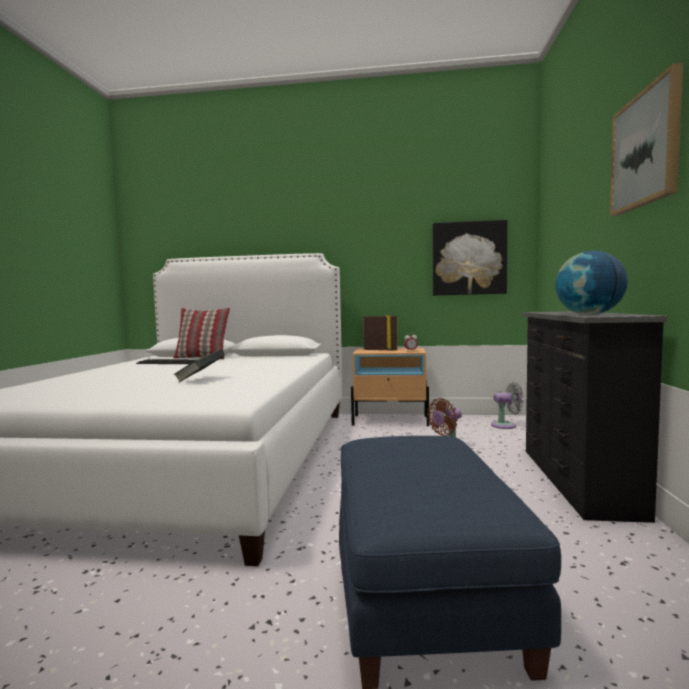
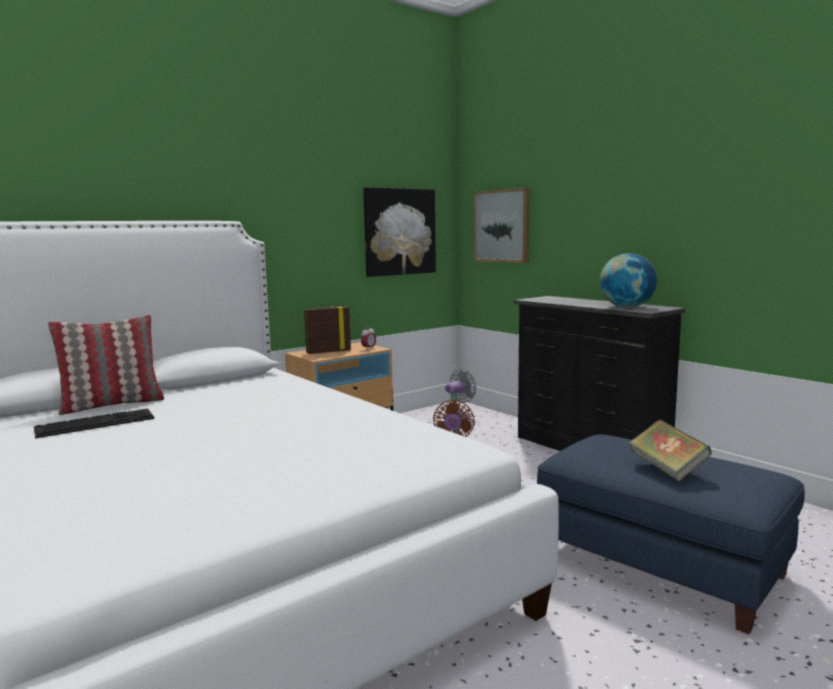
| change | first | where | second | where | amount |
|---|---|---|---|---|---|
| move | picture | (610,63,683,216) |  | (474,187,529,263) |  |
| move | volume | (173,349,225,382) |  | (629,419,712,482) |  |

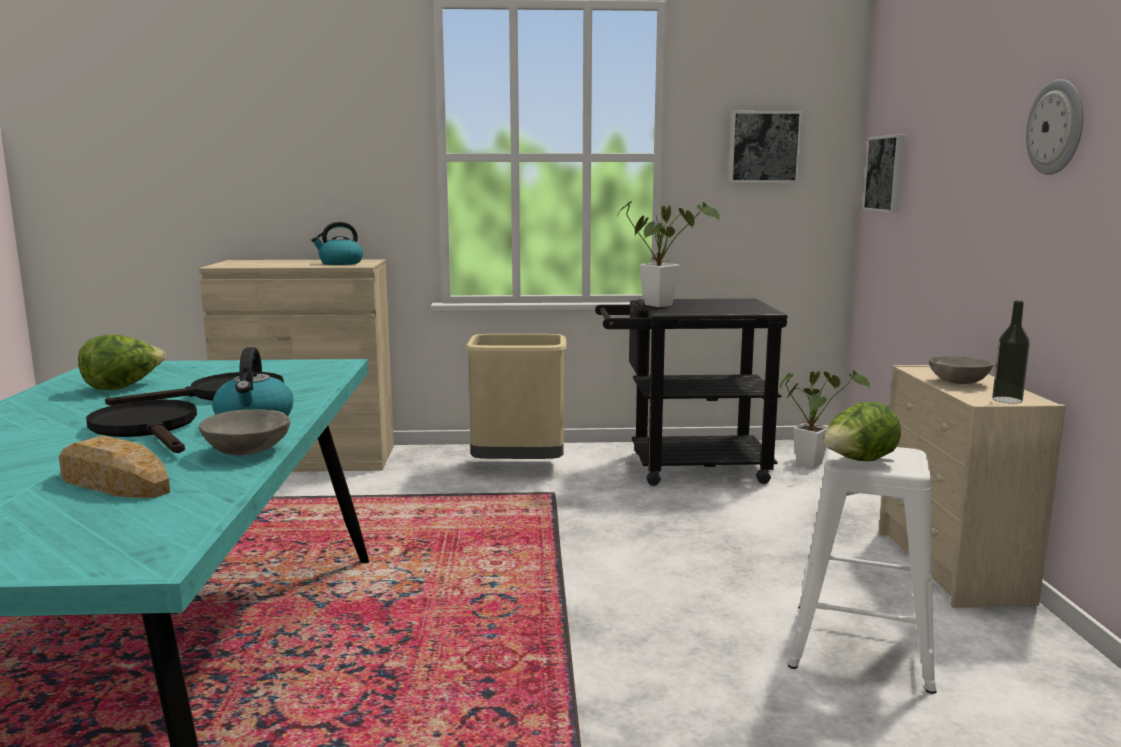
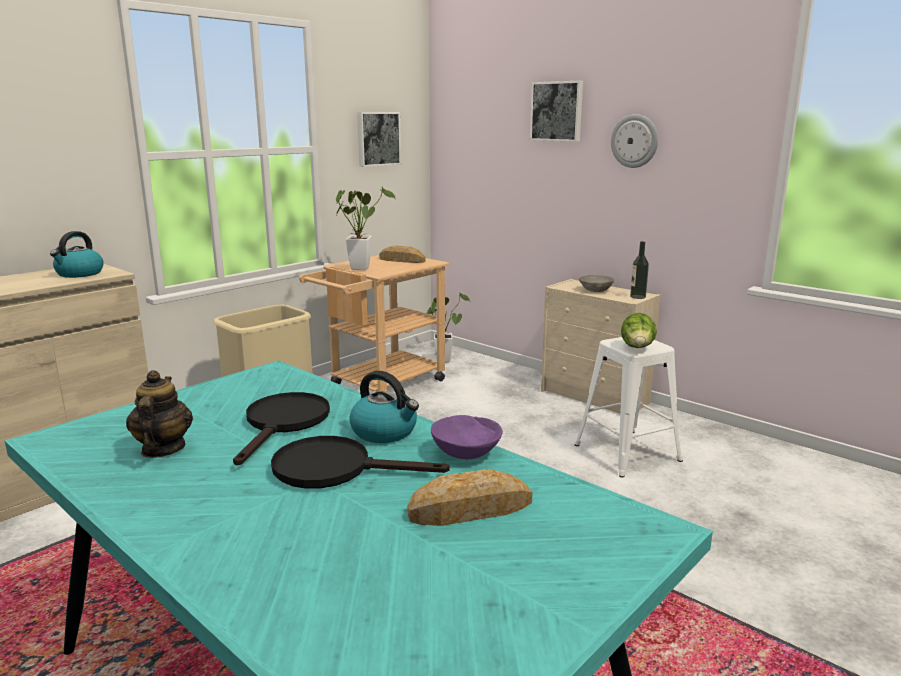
| change | first | where | second | where | amount |
|---|---|---|---|---|---|
| replace | head of lettuce | (78,335,165,390) | pot for tea | (126,370,193,458) |  |
| recolor | wheeled cart in black | (595,299,787,486) | wheeled cart in beige | (299,255,449,392) |  |
| insert |  |  | baked bread | (379,245,426,263) |  |
| recolor | deep dish in greyish | (199,409,290,455) | deep dish in purple-coloured | (431,415,503,459) |  |
| move | picture | (862,134,907,213) |  | (530,81,583,142) |  |

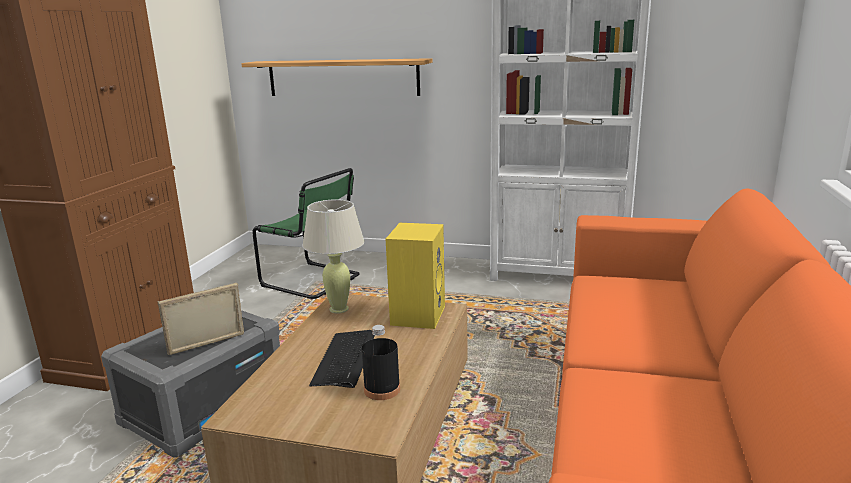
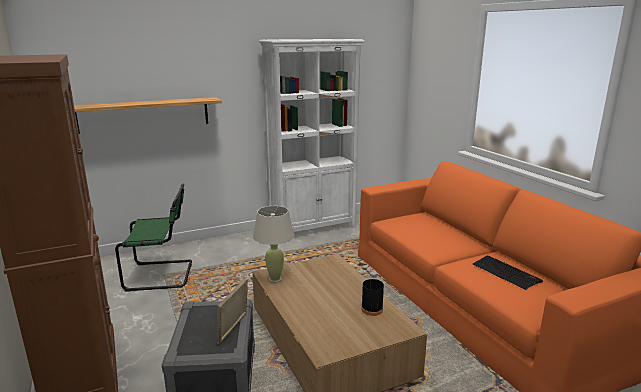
| change | first | where | second | where | amount |
|---|---|---|---|---|---|
| move | PC keyboard | (309,330,375,388) |  | (473,256,543,290) |  |
| delete | loudspeaker in yellowish | (386,223,445,329) |  |  |  |

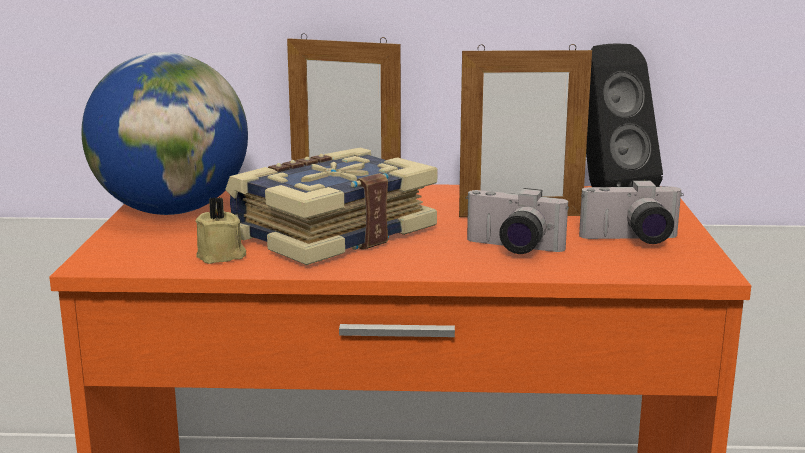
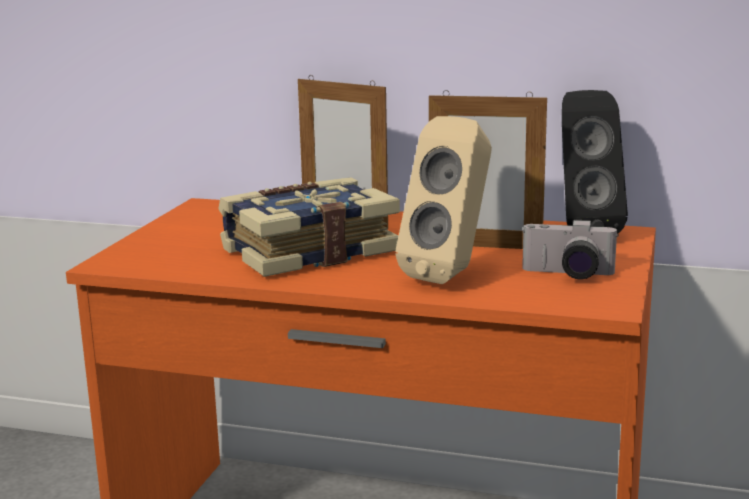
| change | first | where | second | where | amount |
|---|---|---|---|---|---|
| replace | still camera | (466,188,569,254) | loudspeaker in beige | (395,116,492,284) |  |
| delete | desk globe | (82,52,248,215) |  |  |  |
| delete | wax light in beige | (195,197,246,264) |  |  |  |

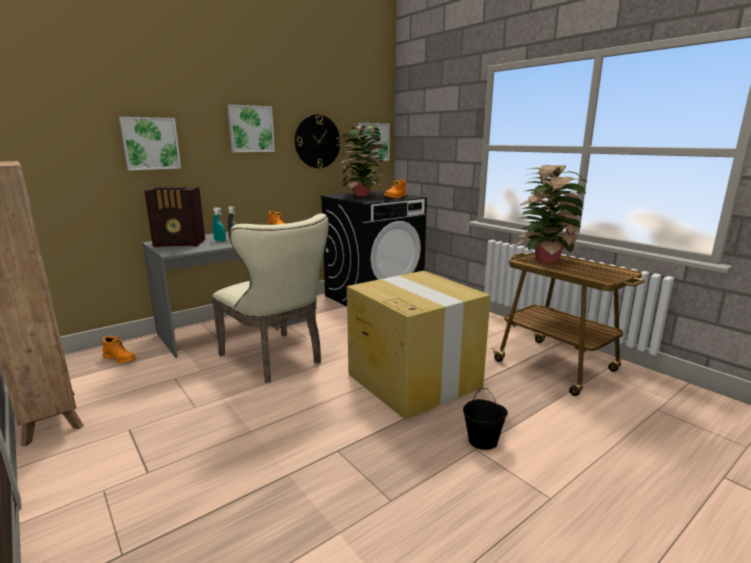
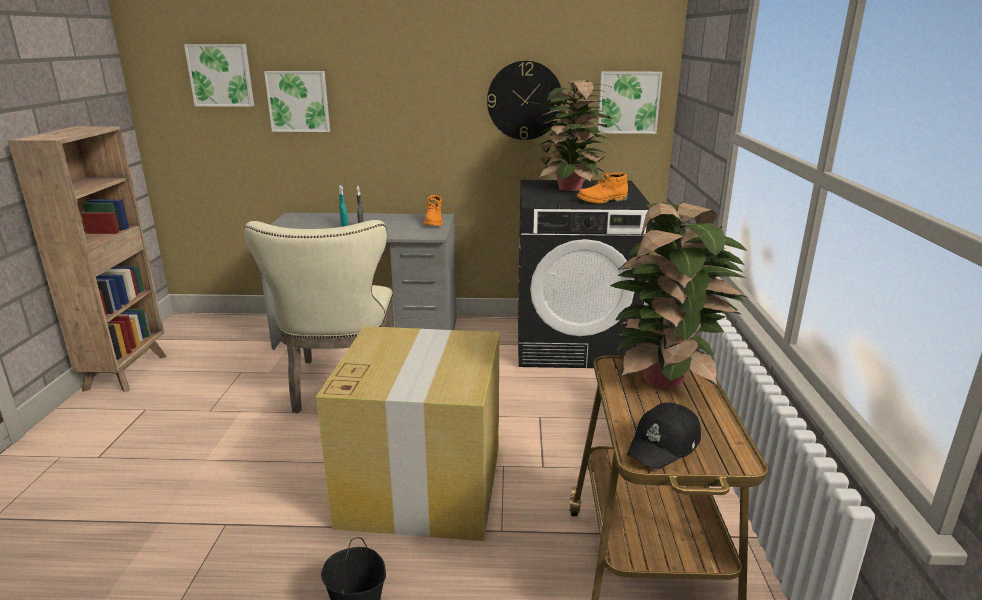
| change | first | where | second | where | amount |
|---|---|---|---|---|---|
| move | picture | (227,105,275,152) |  | (184,44,254,107) |  |
| insert |  |  | baseball cap in black | (627,402,701,470) |  |
| delete | boot in orange-coloured | (103,336,136,363) |  |  |  |
| delete | radio | (144,187,205,247) |  |  |  |

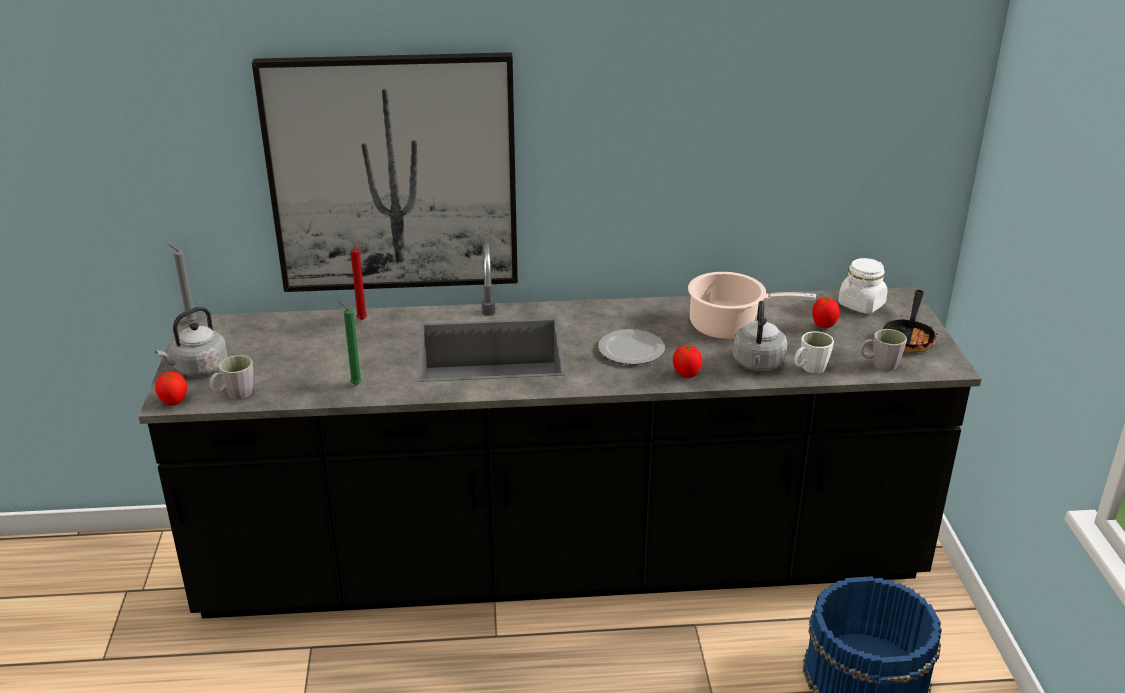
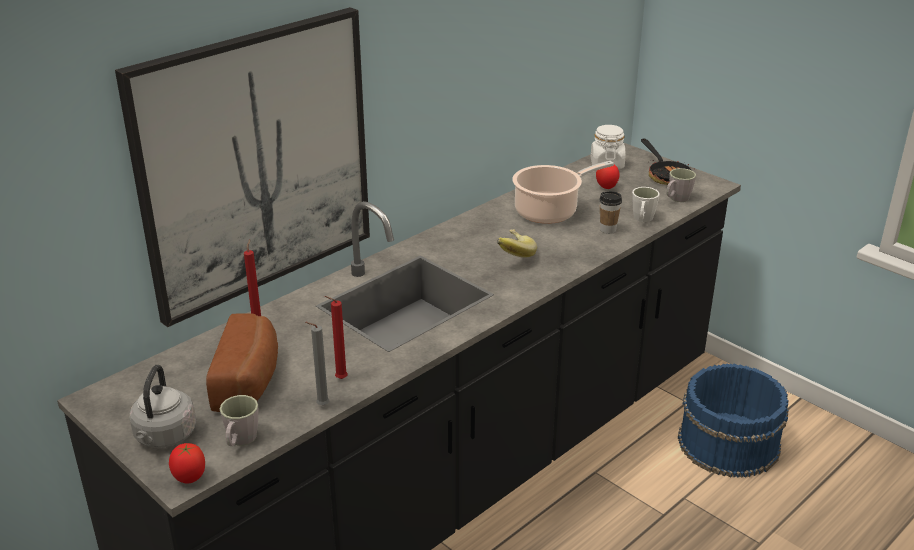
| change | first | where | second | where | amount |
|---|---|---|---|---|---|
| insert |  |  | baked bread | (206,313,278,412) |  |
| move | wax light in greyish | (168,244,196,322) |  | (305,322,329,406) |  |
| recolor | wax light in green-coloured | (339,301,362,385) | wax light in red-coloured | (325,296,348,379) |  |
| replace | dinner plate | (598,329,665,365) | whole banana | (497,229,537,258) |  |
| replace | kettle in greyish | (733,301,787,371) | cup | (599,191,622,234) |  |
| delete | tomato | (673,345,702,378) |  |  |  |

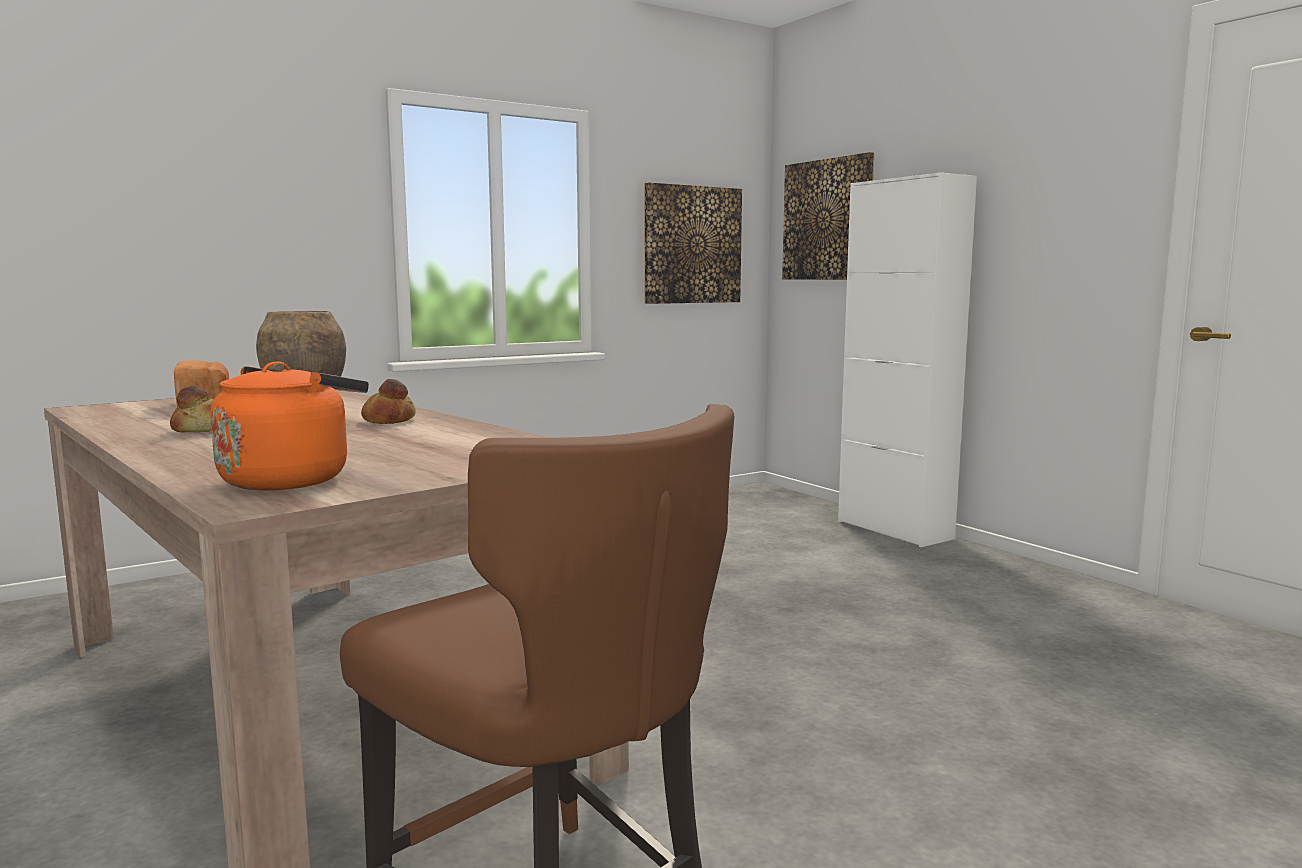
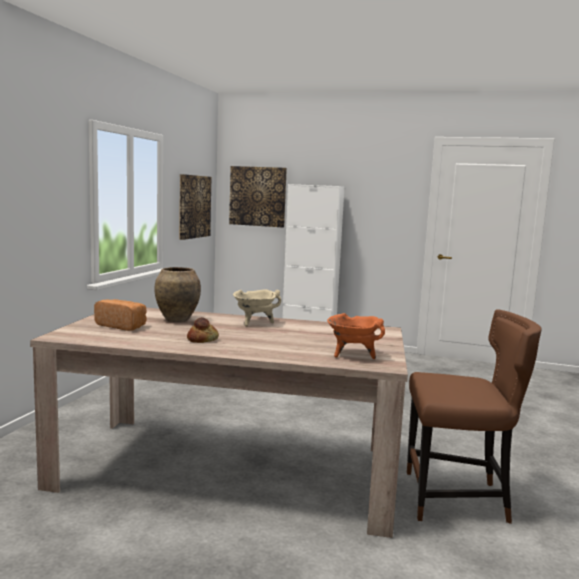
| change | first | where | second | where | amount |
|---|---|---|---|---|---|
| replace | baked bread | (361,379,415,424) | cooking pot in beige | (233,289,281,326) |  |
| replace | kettle in orange-coloured | (210,361,369,490) | cooking pot in orange-coloured | (327,313,385,359) |  |

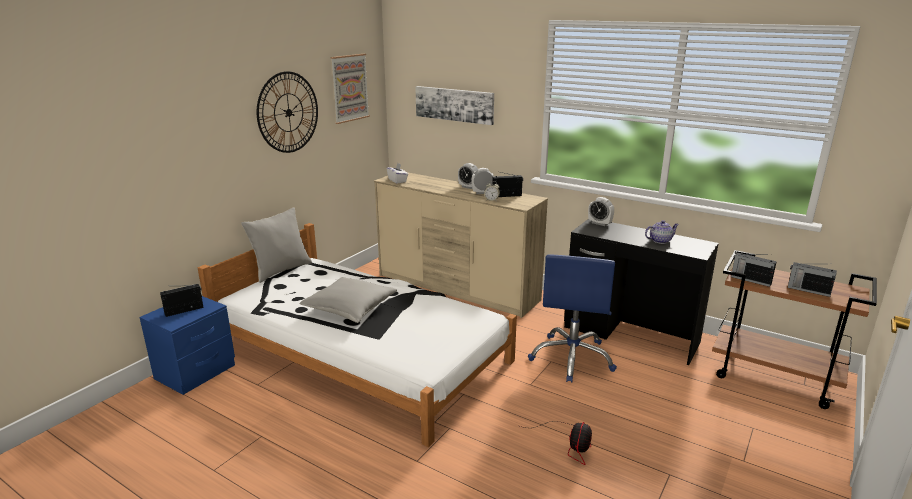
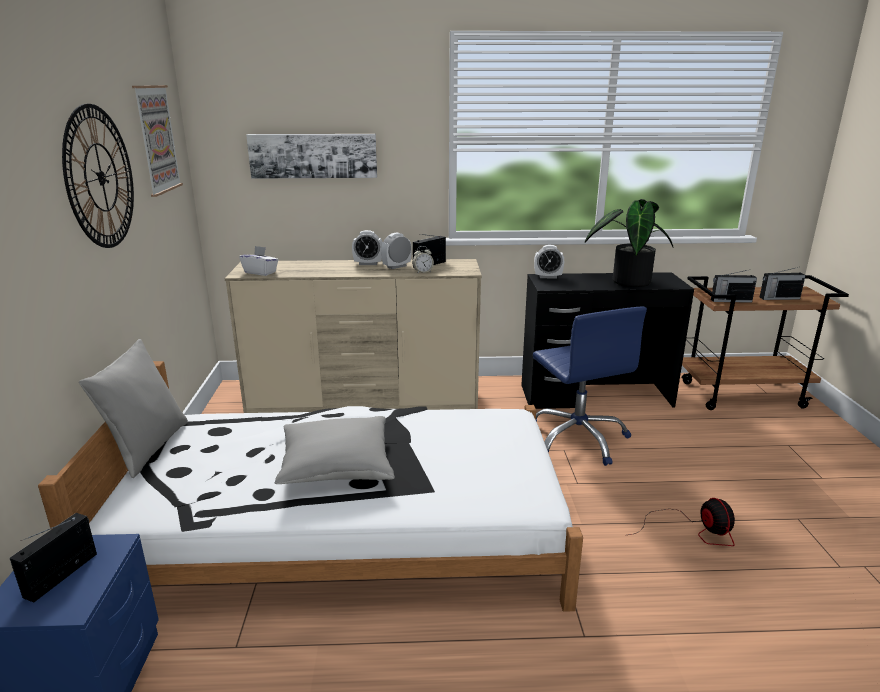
| change | first | where | second | where | amount |
|---|---|---|---|---|---|
| replace | pot for tea | (645,220,679,244) | plant in a pot | (585,199,673,287) |  |

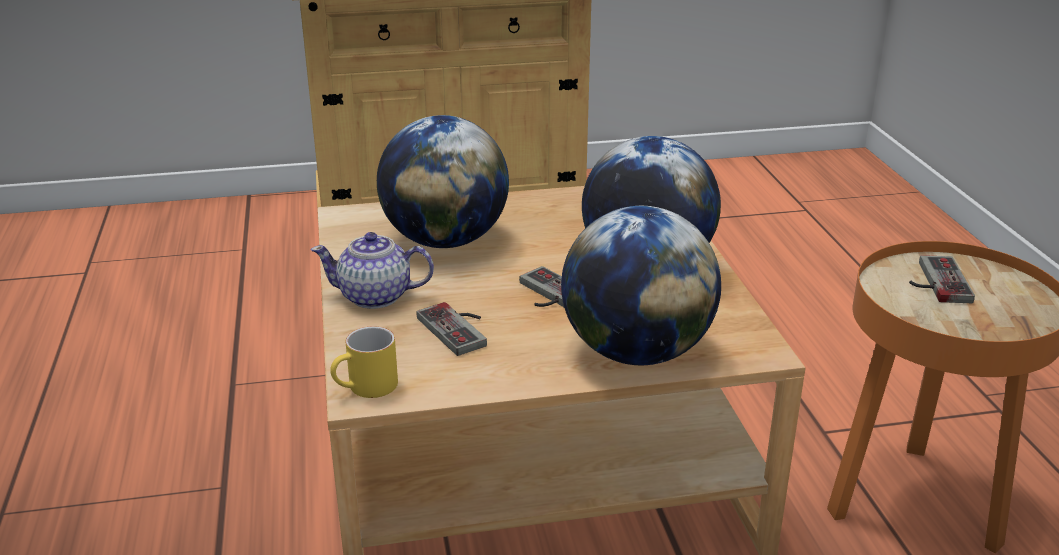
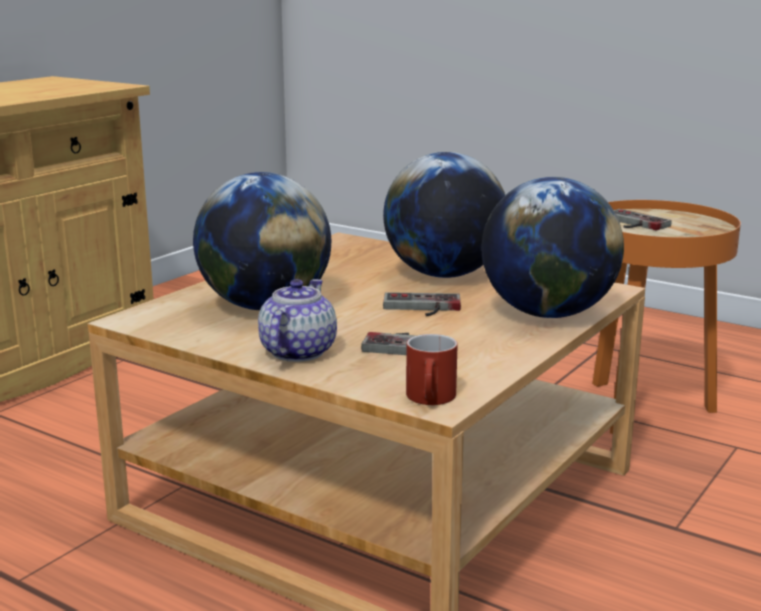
| change | first | where | second | where | amount |
|---|---|---|---|---|---|
| rotate | pot for tea | (311,232,434,309) |  | (258,279,337,362) | 150 degrees clockwise |
| recolor | mug in yellowish | (330,326,398,398) | mug in red-coloured | (406,334,458,405) |  |

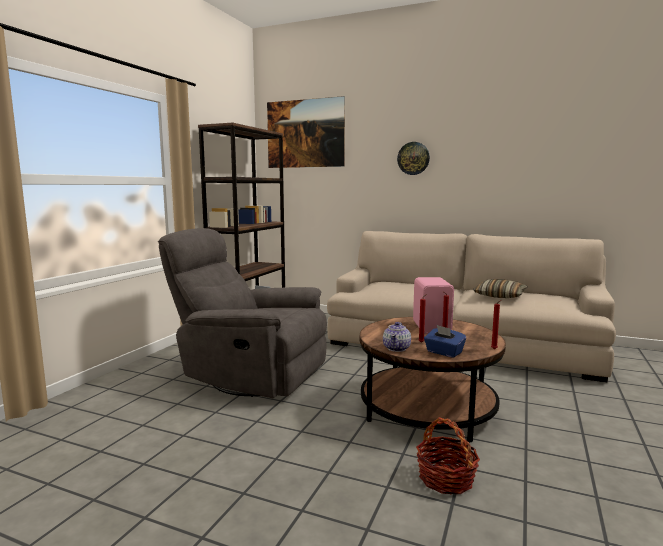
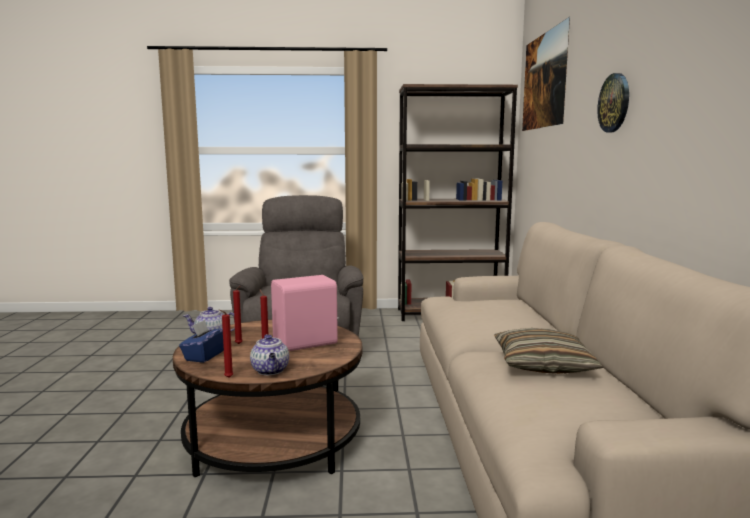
| change | first | where | second | where | amount |
|---|---|---|---|---|---|
| insert |  |  | pot for tea | (250,334,289,375) |  |
| delete | basket | (416,417,480,495) |  |  |  |

